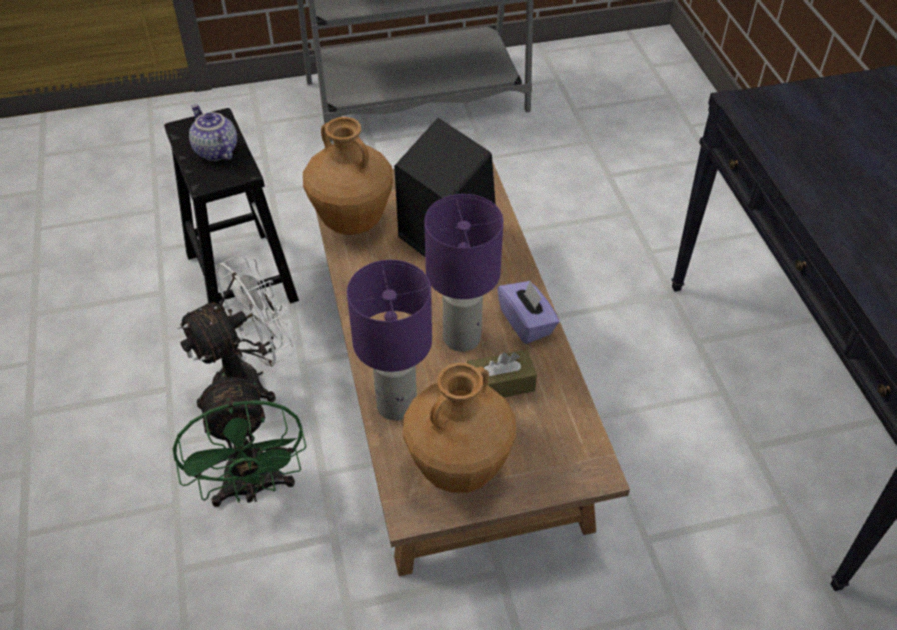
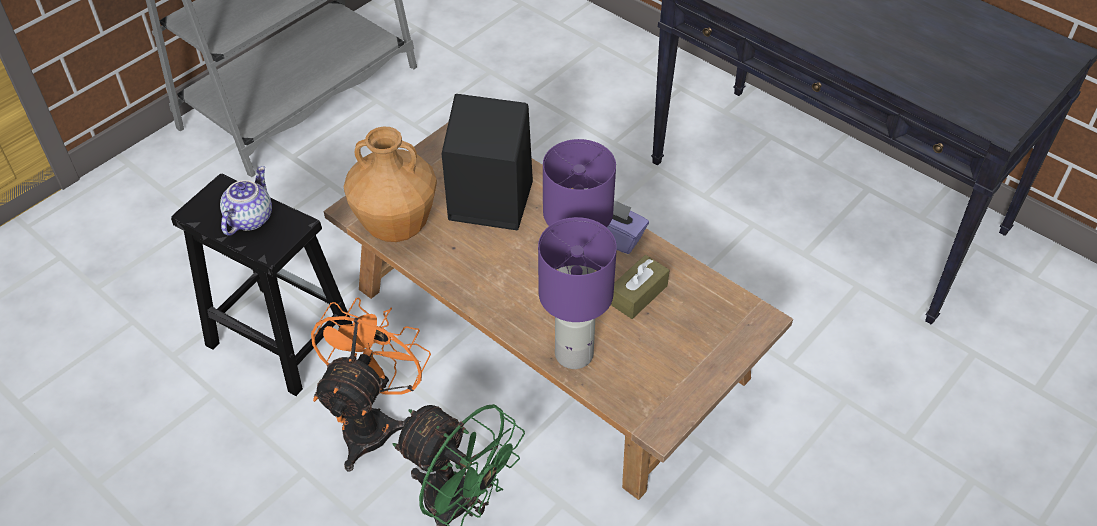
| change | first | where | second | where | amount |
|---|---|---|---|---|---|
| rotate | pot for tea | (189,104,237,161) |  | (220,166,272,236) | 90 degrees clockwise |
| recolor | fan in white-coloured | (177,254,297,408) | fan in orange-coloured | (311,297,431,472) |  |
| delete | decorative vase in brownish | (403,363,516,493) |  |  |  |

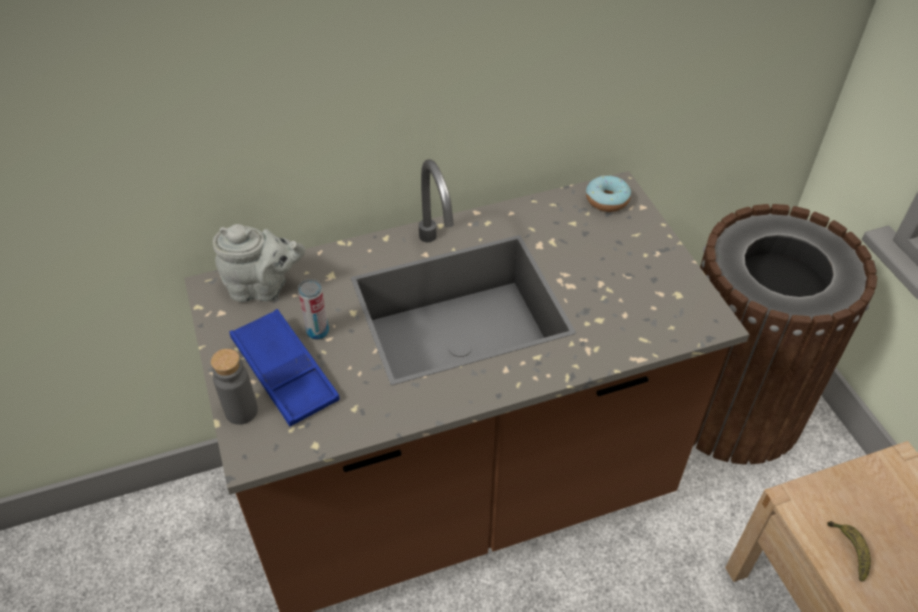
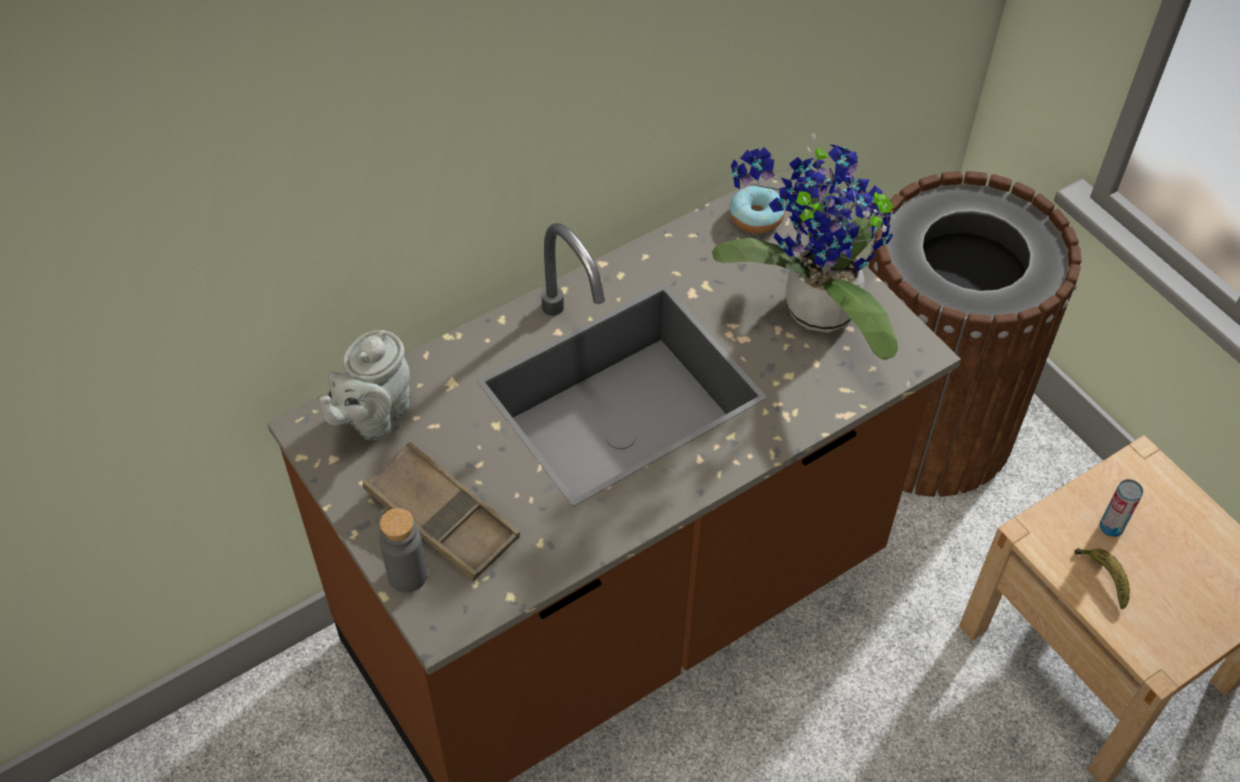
| change | first | where | second | where | amount |
|---|---|---|---|---|---|
| rotate | pot for tea in greyish | (213,224,306,302) |  | (319,330,410,440) | 135 degrees clockwise |
| recolor | carrying tray in blue | (229,309,340,427) | carrying tray in brownish | (363,442,520,581) |  |
| insert |  |  | plant in a pot | (712,133,898,360) |  |
| move | can | (298,279,329,340) |  | (1100,479,1143,537) |  |

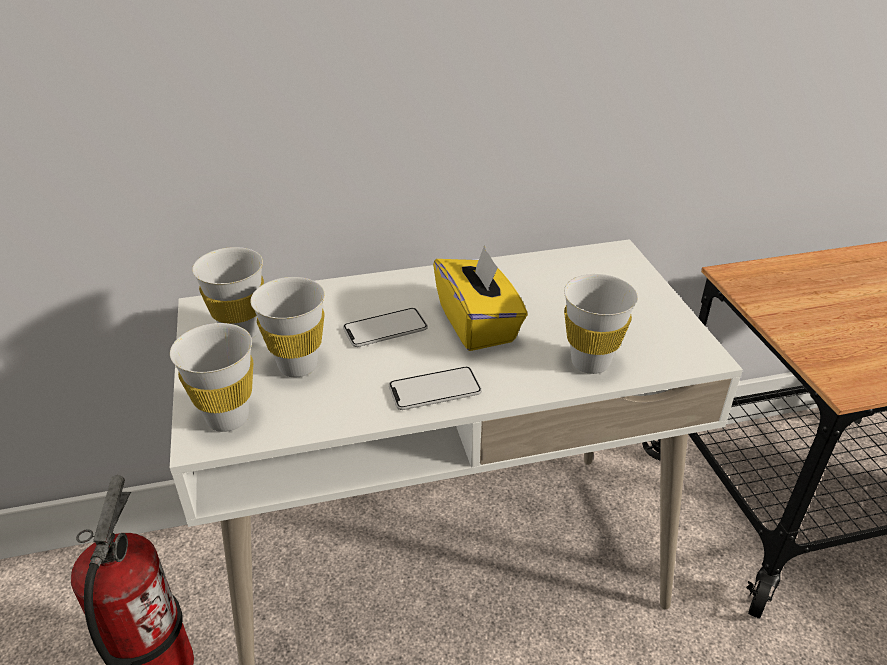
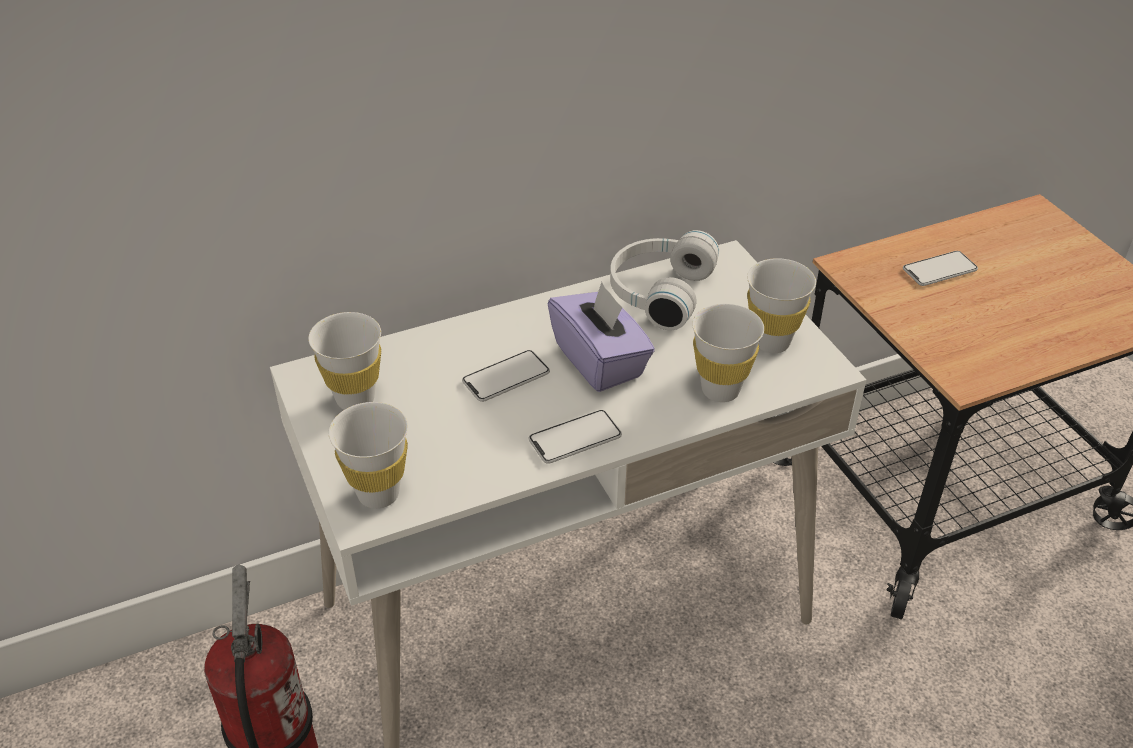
| change | first | where | second | where | amount |
|---|---|---|---|---|---|
| recolor | tissue box in yellowish | (433,245,527,351) | tissue box in purple-coloured | (548,282,655,392) |  |
| insert |  |  | pair of headphones in white-coloured | (610,230,719,330) |  |
| move | cup in white-coloured | (250,277,325,377) |  | (747,258,816,353) |  |
| insert |  |  | phone | (903,251,978,286) |  |

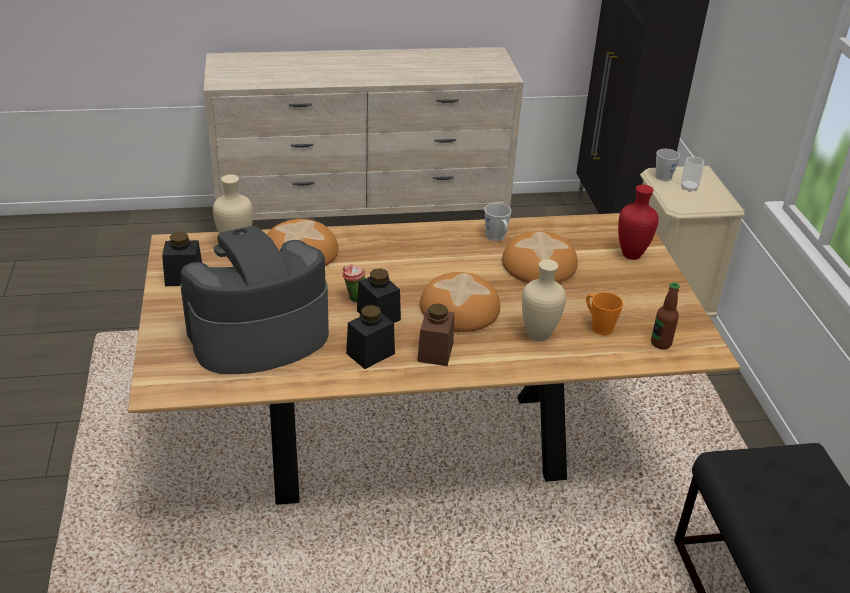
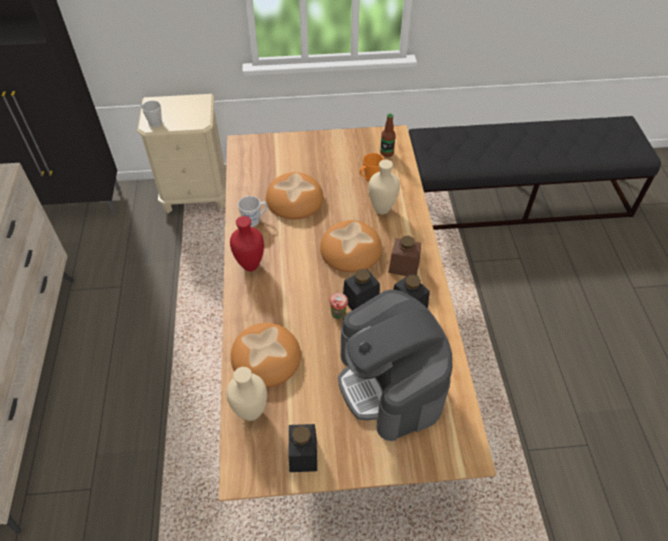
| change | first | where | second | where | amount |
|---|---|---|---|---|---|
| move | decorative vase in red-coloured | (618,185,659,260) |  | (230,216,264,271) |  |
| delete | cup | (681,157,704,192) |  |  |  |

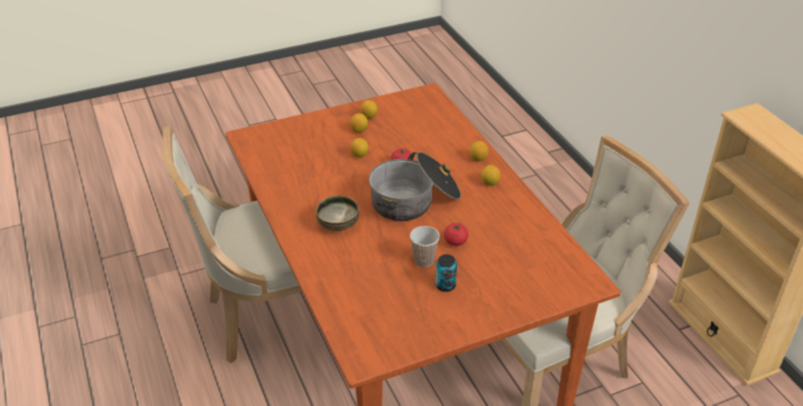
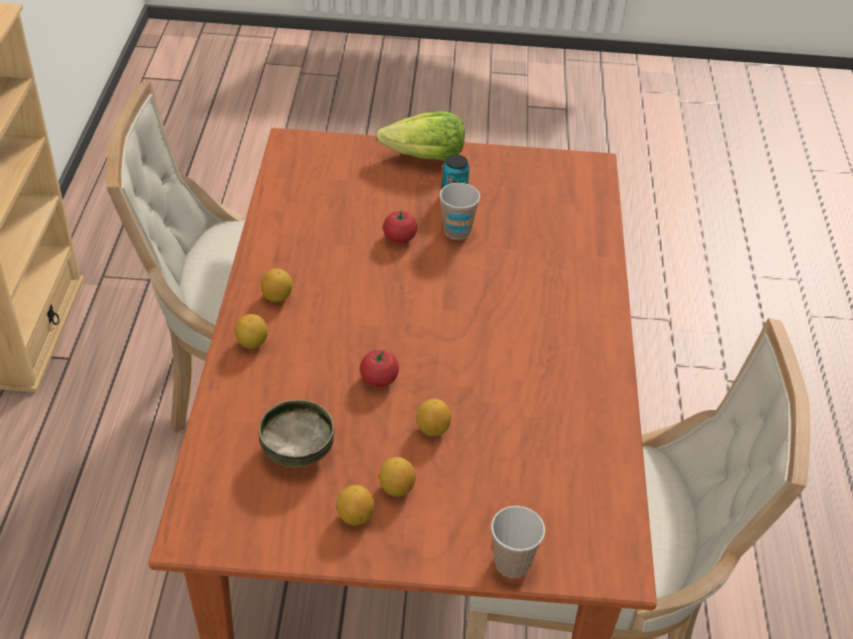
| change | first | where | second | where | amount |
|---|---|---|---|---|---|
| move | deep dish | (316,196,359,231) |  | (259,399,334,467) |  |
| insert |  |  | head of lettuce | (376,112,465,161) |  |
| insert |  |  | cup | (491,506,545,578) |  |
| delete | cooking pot | (369,152,461,221) |  |  |  |

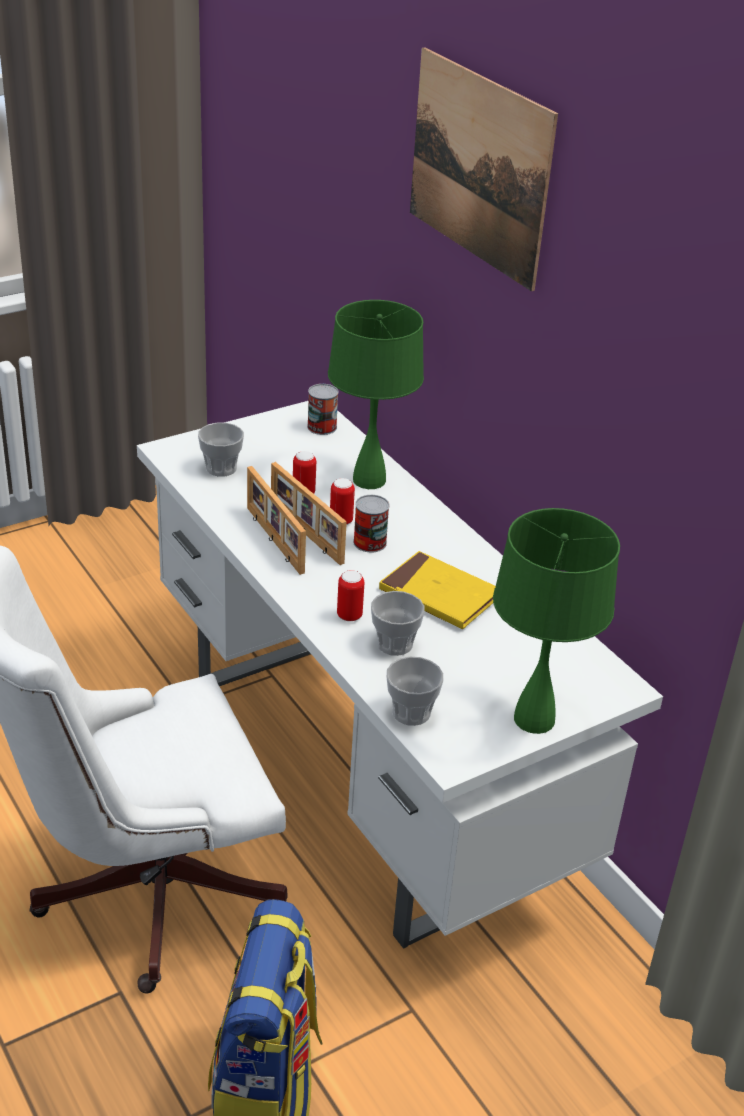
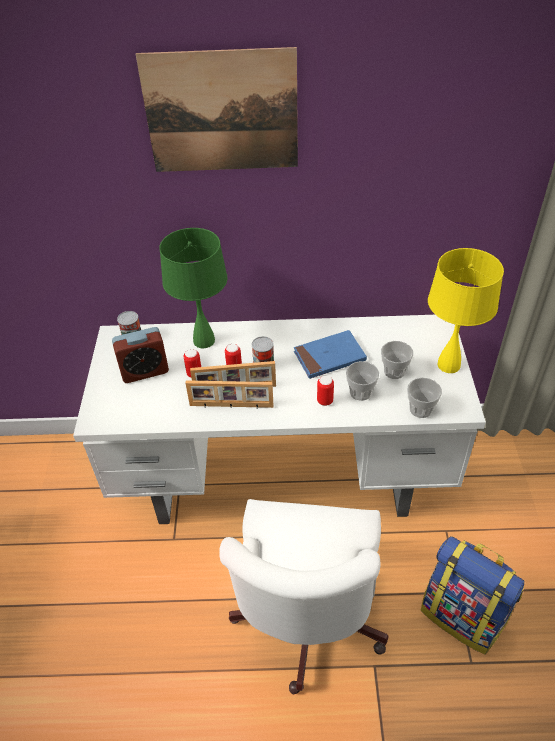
| change | first | where | second | where | amount |
|---|---|---|---|---|---|
| insert |  |  | bedside clock | (112,327,169,383) |  |
| recolor | volume in yellowish | (379,551,496,629) | volume in blue | (294,330,367,379) |  |
| move | cup | (198,422,244,477) |  | (381,341,413,379) |  |
| recolor | tabletop lamp in green-coloured | (493,508,620,734) | tabletop lamp in yellowish | (428,248,504,373) |  |

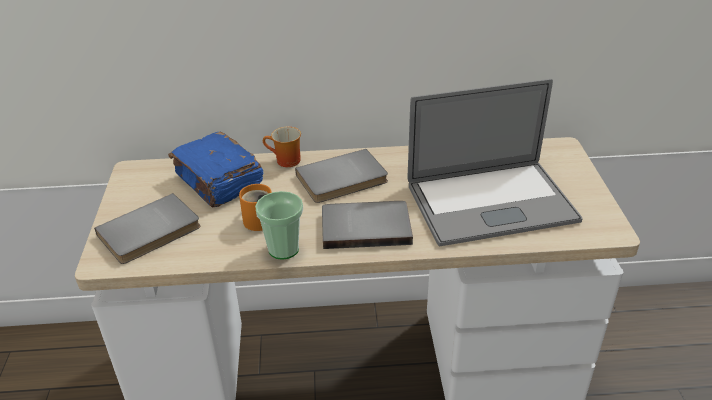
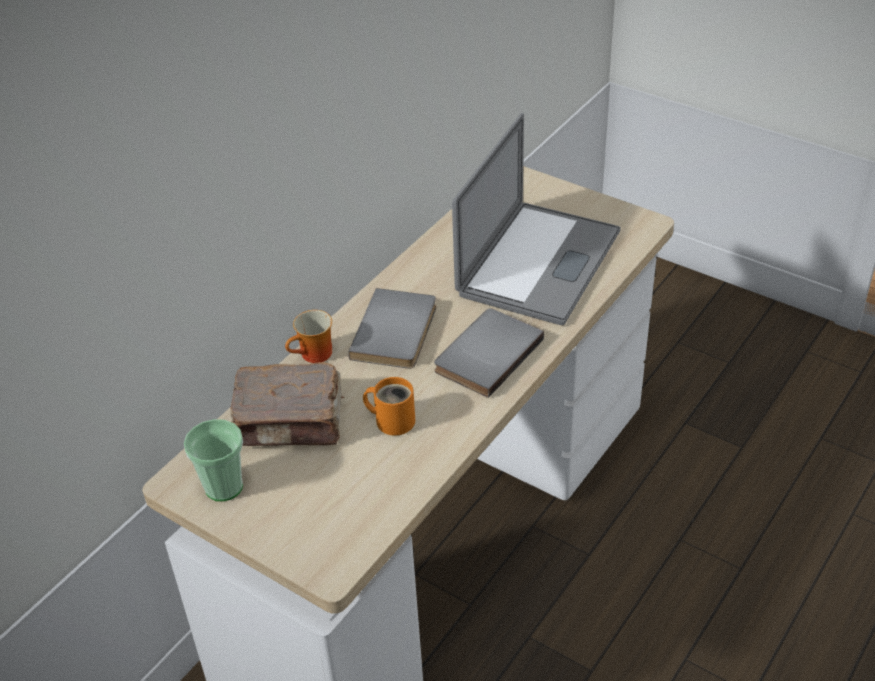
| change | first | where | second | where | amount |
|---|---|---|---|---|---|
| move | cup | (255,191,303,260) |  | (184,419,243,501) |  |
| recolor | volume in blue | (168,132,263,207) | volume in brownish | (230,362,344,446) |  |
| delete | volume in greyish | (94,193,201,264) |  |  |  |

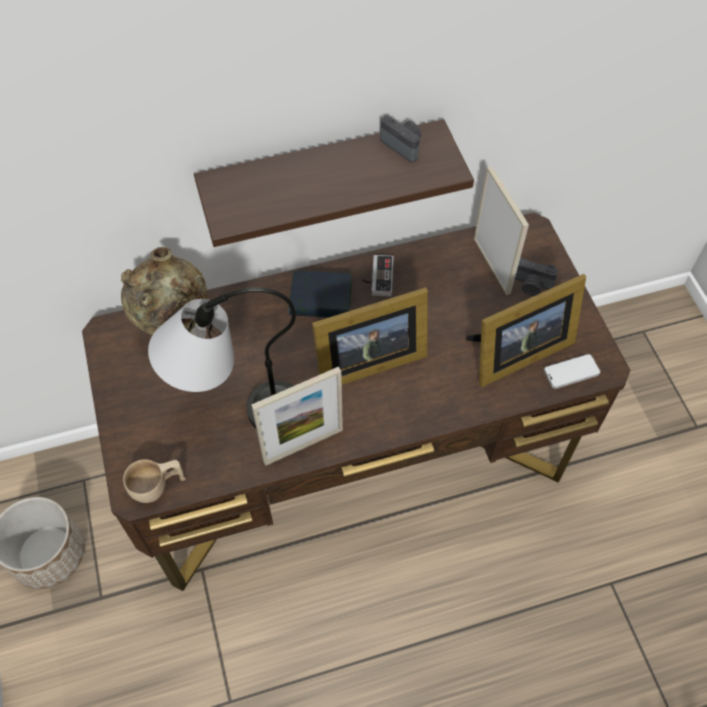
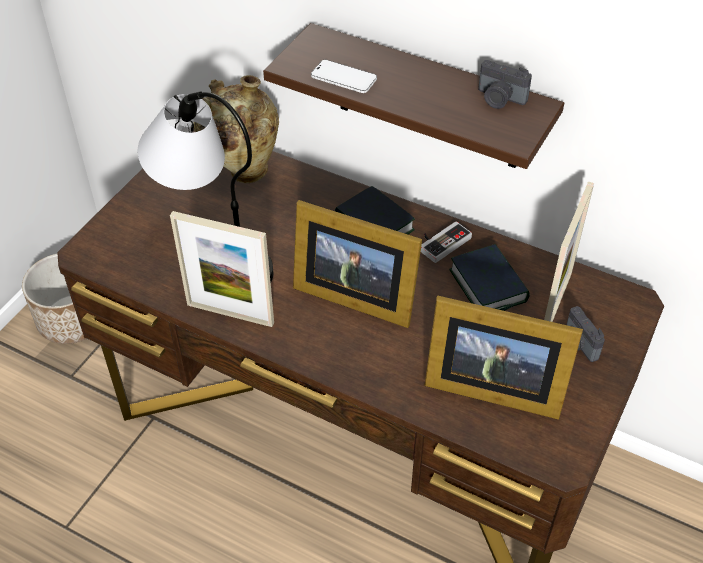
| change | first | where | second | where | amount |
|---|---|---|---|---|---|
| move | phone | (544,354,601,389) |  | (311,60,377,93) |  |
| insert |  |  | volume | (449,244,530,311) |  |
| rotate | still camera | (380,116,421,163) |  | (478,60,532,109) | 120 degrees clockwise |
| delete | cup in beige | (123,459,185,503) |  |  |  |

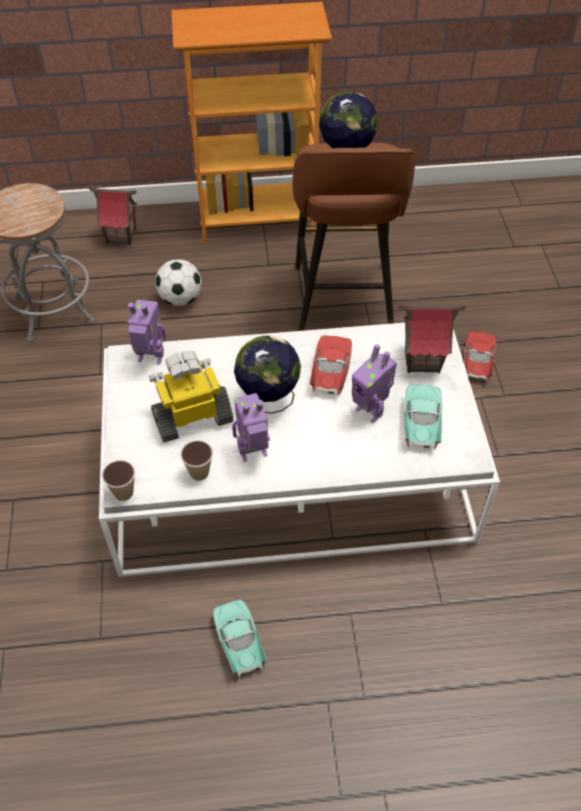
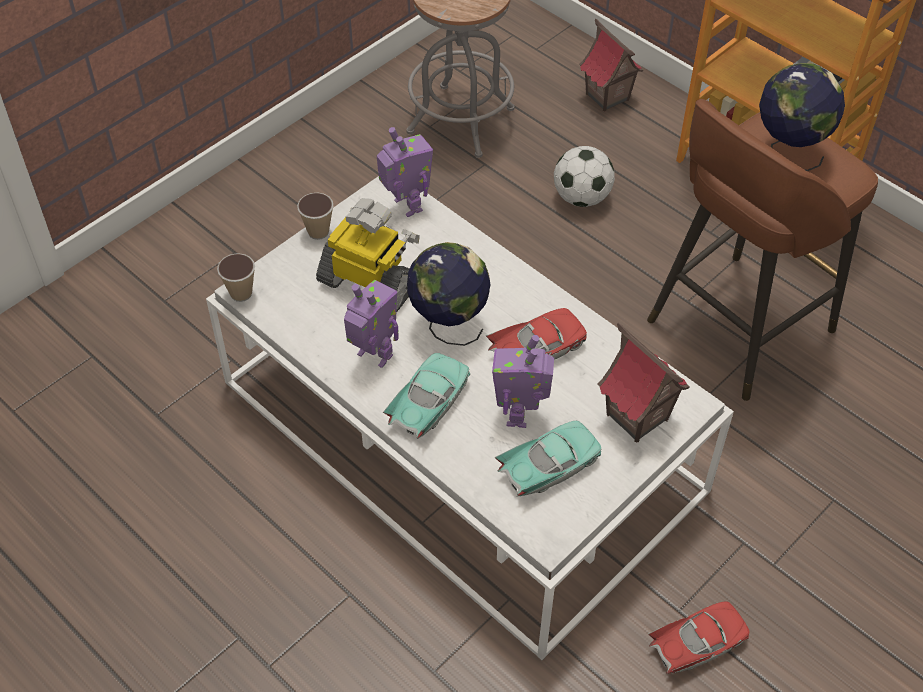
| change | first | where | second | where | amount |
|---|---|---|---|---|---|
| move | cup | (180,440,213,481) |  | (297,193,333,240) |  |
| move | miniature car in turquoise-coloured | (212,600,268,678) |  | (383,353,470,439) |  |
| move | miniature car in red-coloured | (464,331,496,381) |  | (649,601,750,674) |  |

